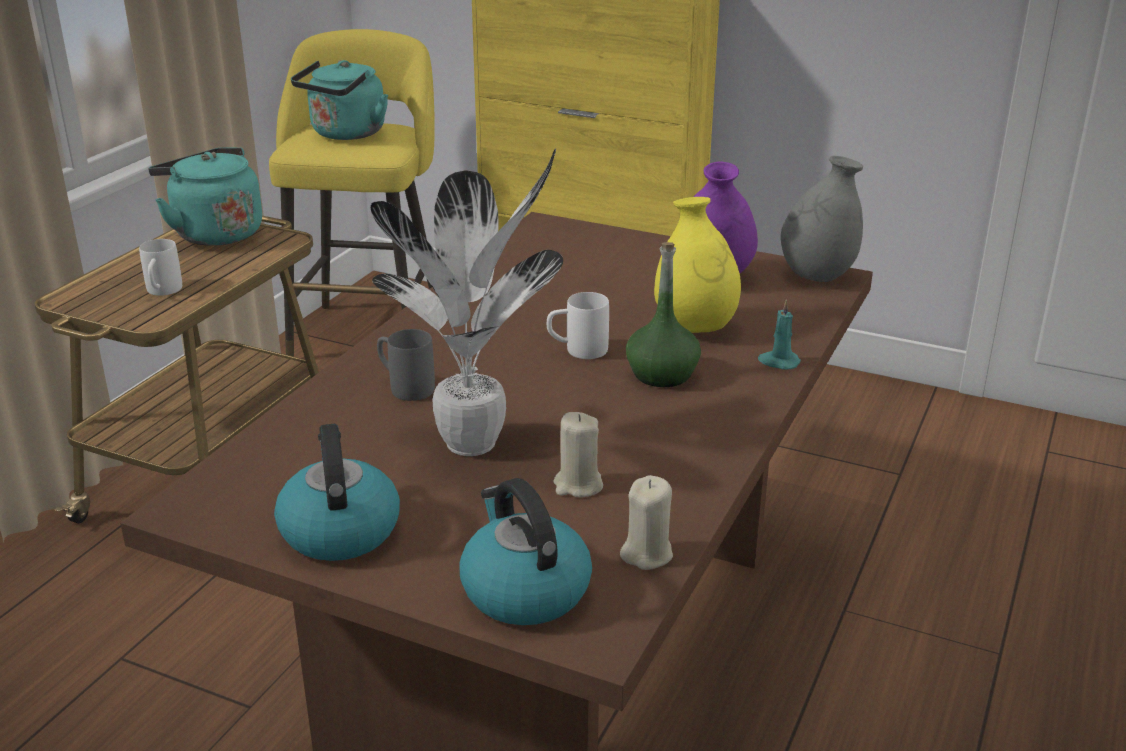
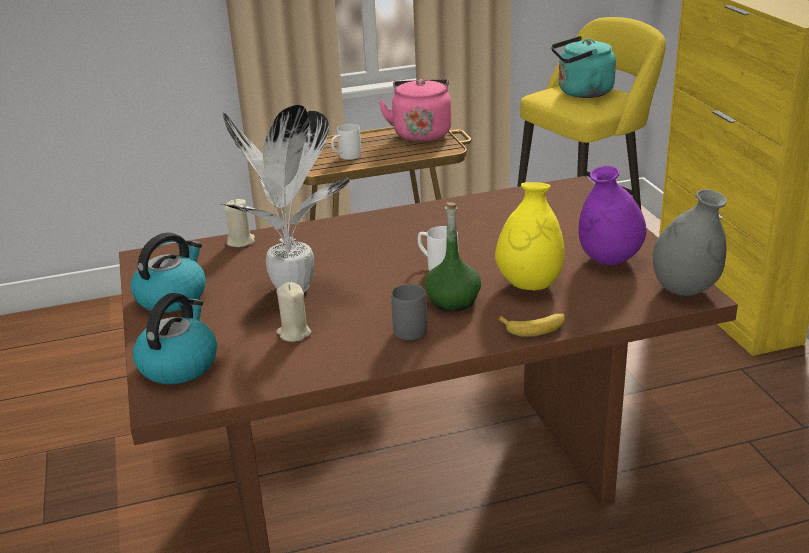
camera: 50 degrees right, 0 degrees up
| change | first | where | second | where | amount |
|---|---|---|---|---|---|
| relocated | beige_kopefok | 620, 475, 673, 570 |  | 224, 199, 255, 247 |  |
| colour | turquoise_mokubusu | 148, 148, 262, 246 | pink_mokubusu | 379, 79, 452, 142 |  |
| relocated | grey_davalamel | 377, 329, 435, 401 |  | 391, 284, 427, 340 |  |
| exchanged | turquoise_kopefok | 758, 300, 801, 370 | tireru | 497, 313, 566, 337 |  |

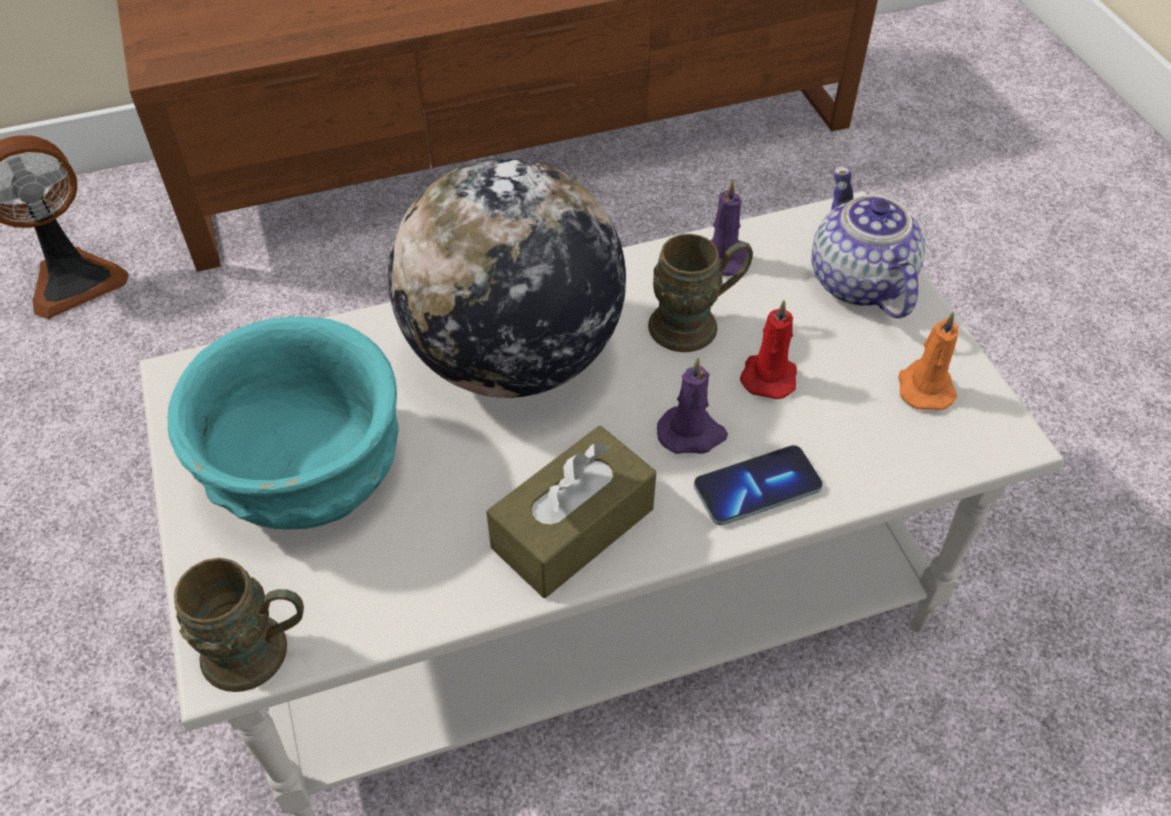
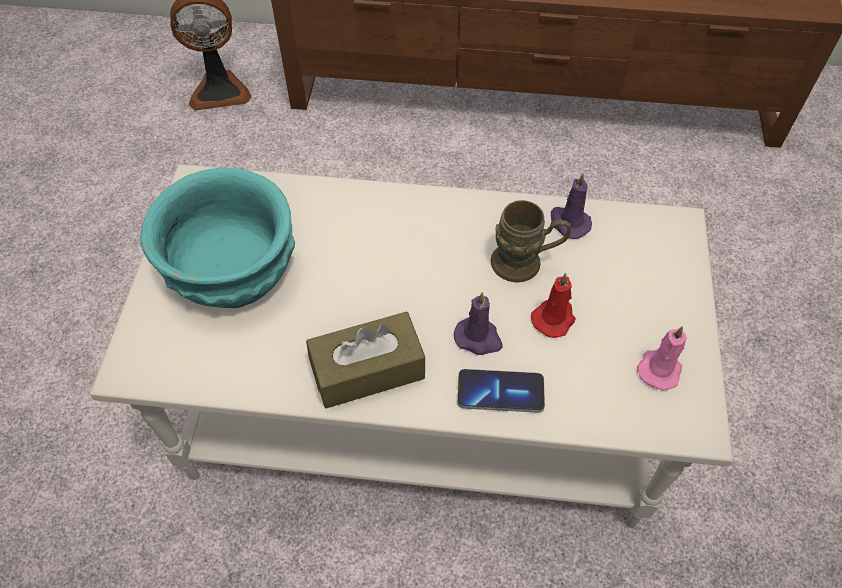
camera: 25 degrees right, 5 degrees up
| change | first | where | second | where | amount |
|---|---|---|---|---|---|
| colour | orange_kopefok | 898, 311, 959, 410 | pink_kopefok | 637, 326, 687, 390 |  |
| missing | brown_davalamel | 174, 558, 304, 692 |  |  |  |
| missing | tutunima | 388, 158, 626, 398 |  |  |  |
| missing | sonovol | 811, 166, 925, 318 |  |  |  |

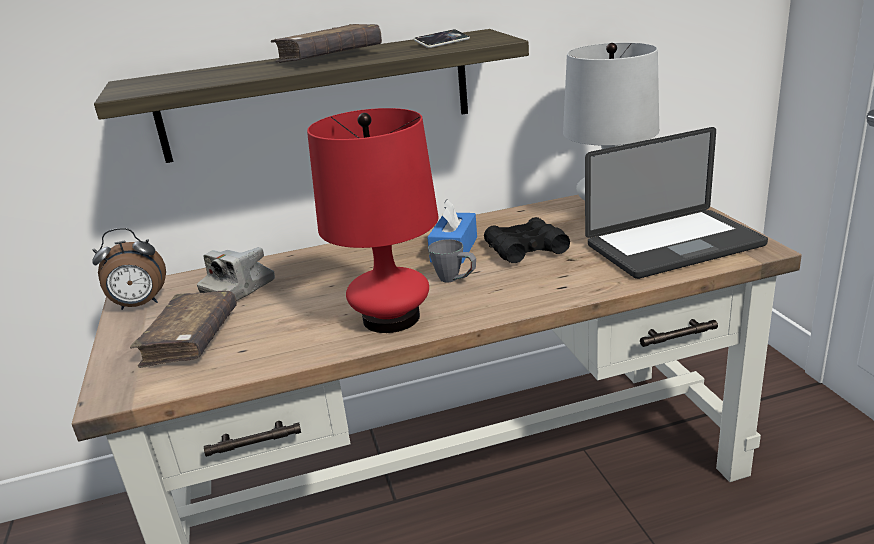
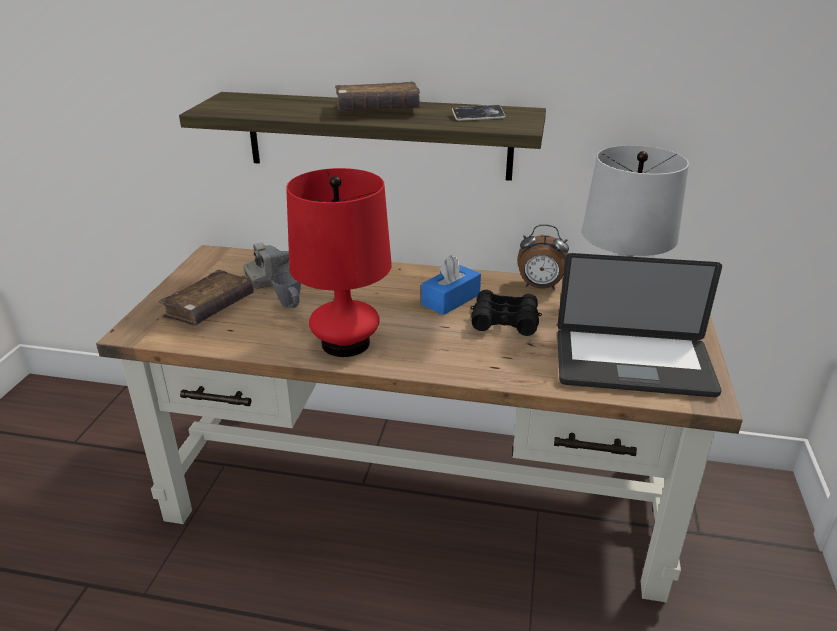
camera: 25 degrees right, 5 degrees up
| change | first | where | second | where | amount |
|---|---|---|---|---|---|
| relocated | grey_davalamel | 428, 239, 476, 282 |  | 272, 271, 301, 308 |  |
| relocated | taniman | 92, 228, 166, 310 |  | 517, 224, 569, 289 |  |

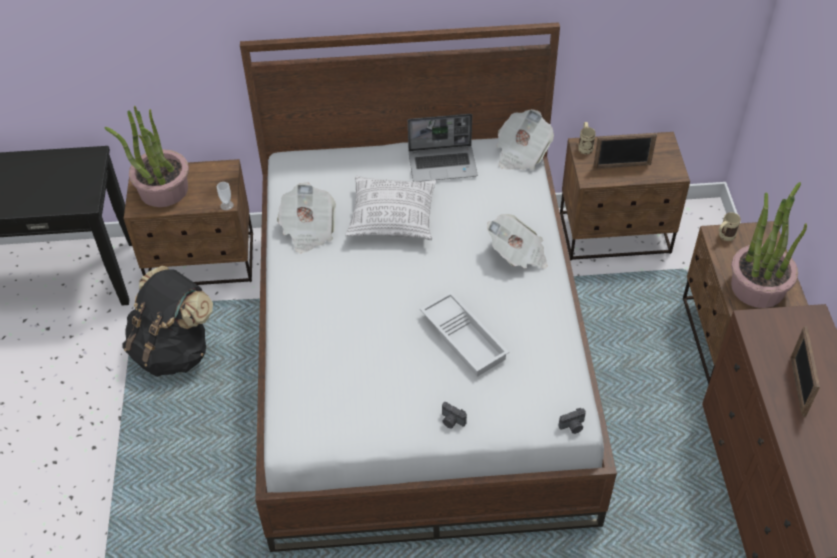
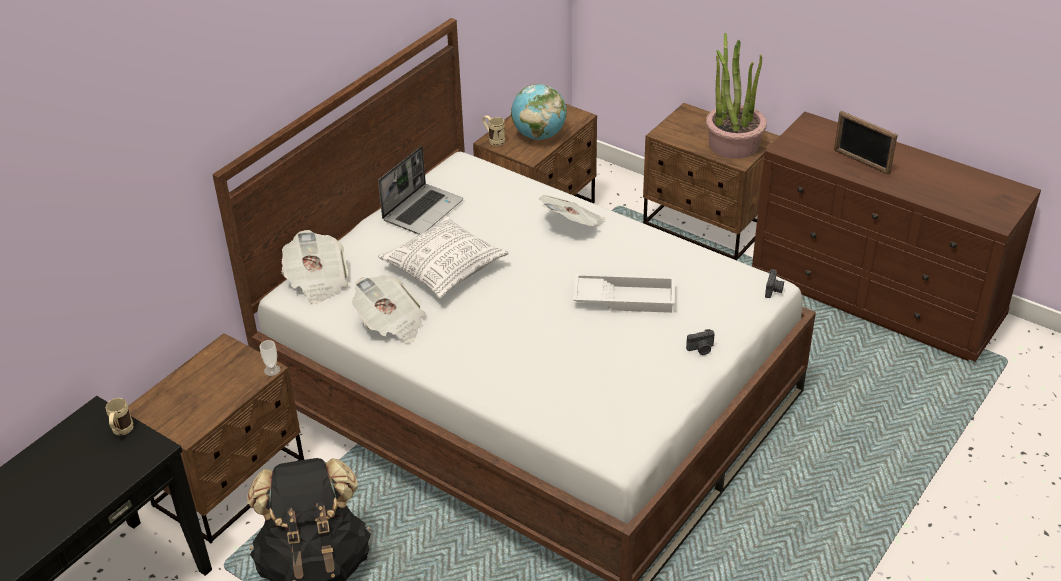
camera: 50 degrees left, 10 degrees down
| change | first | where | second | where | amount |
|---|---|---|---|---|---|
| relocated | beige_davalamel | 719, 212, 741, 241 |  | 106, 398, 133, 436 |  |
| relocated | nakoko | 496, 109, 554, 170 |  | 282, 230, 348, 304 |  |
| exchanged | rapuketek | 593, 133, 657, 169 | tutunima | 511, 84, 567, 140 |  |
| missing | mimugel | 104, 106, 189, 207 |  |  |  |

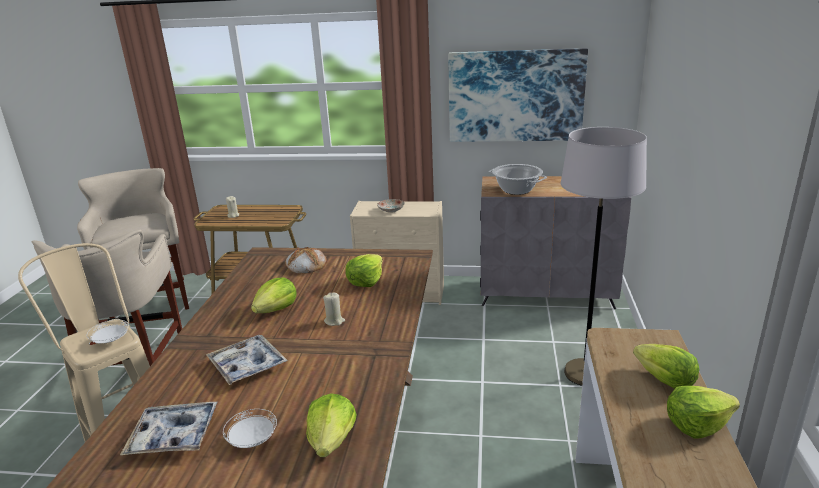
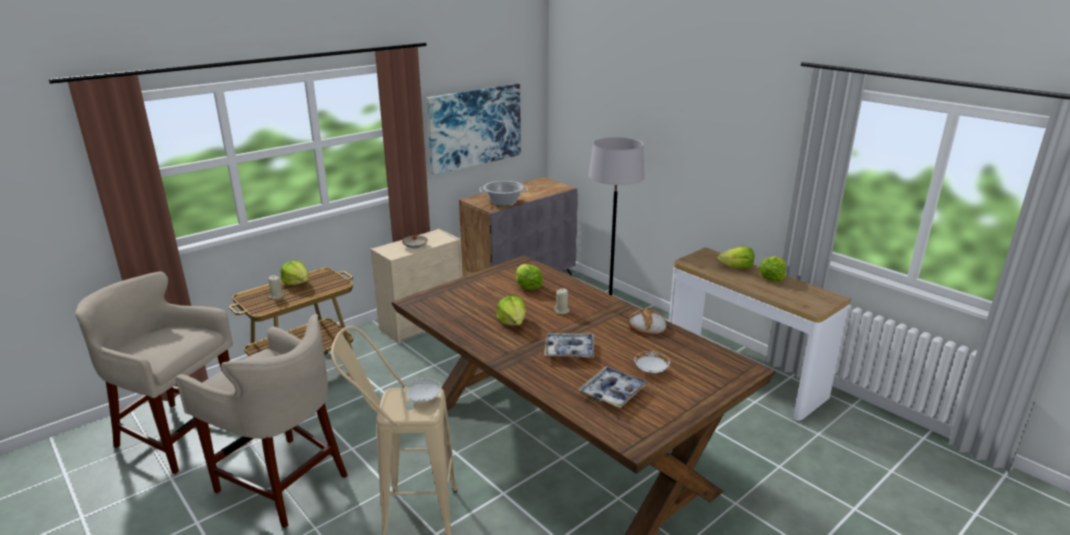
camera: 50 degrees left, 0 degrees up
| change | first | where | second | where | amount |
|---|---|---|---|---|---|
| relocated | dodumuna | 306, 393, 356, 457 |  | 280, 260, 308, 285 |  |
| relocated | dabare | 285, 247, 327, 274 |  | 629, 308, 667, 334 |  |

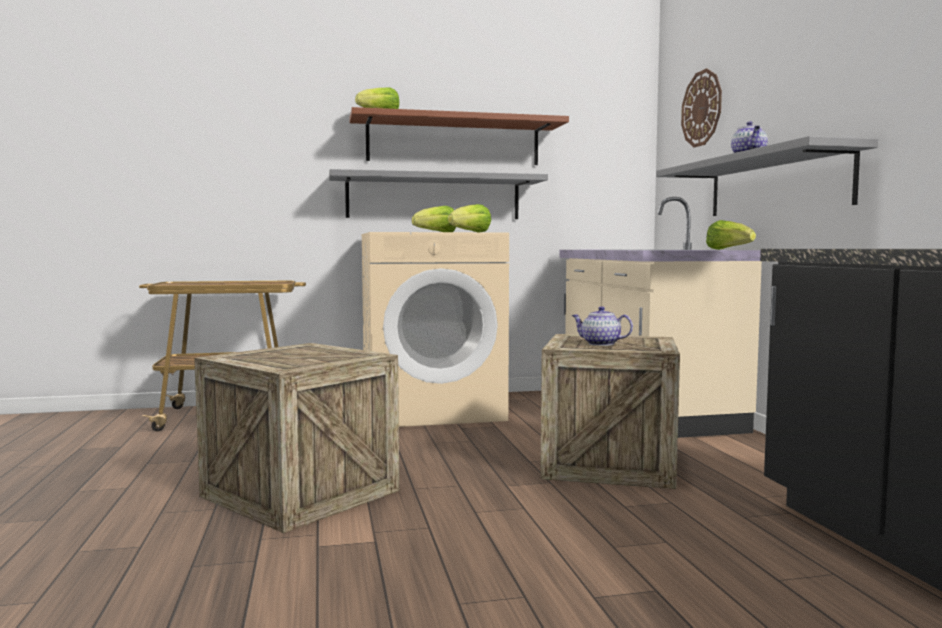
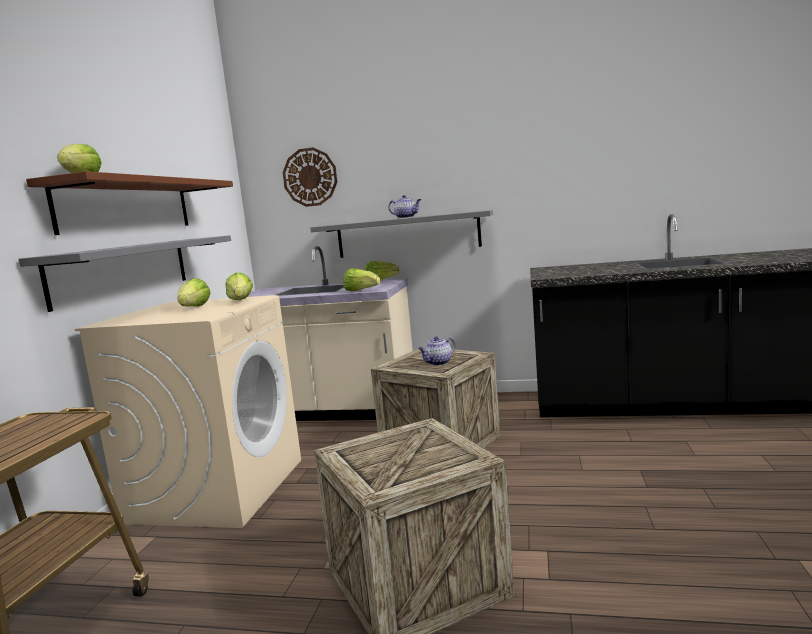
camera: 65 degrees left, 5 degrees up
| change | first | where | second | where | amount |
|---|---|---|---|---|---|
| appeared |  |  | dodumuna | 343, 268, 380, 291 |  |

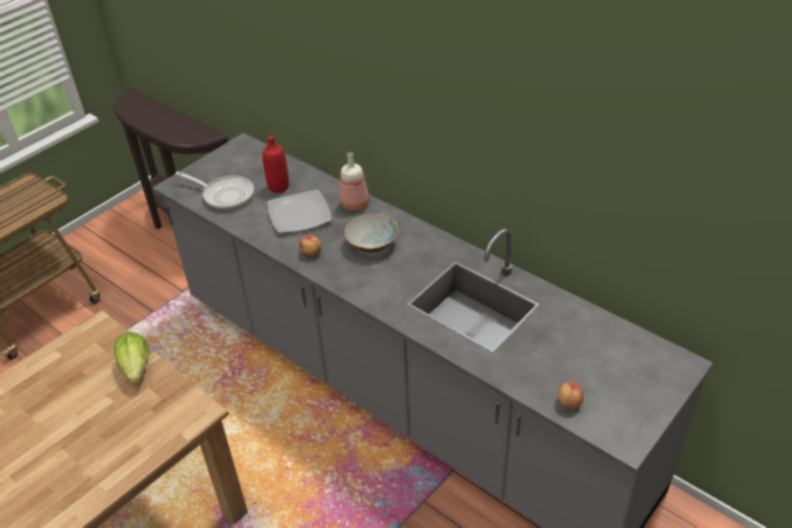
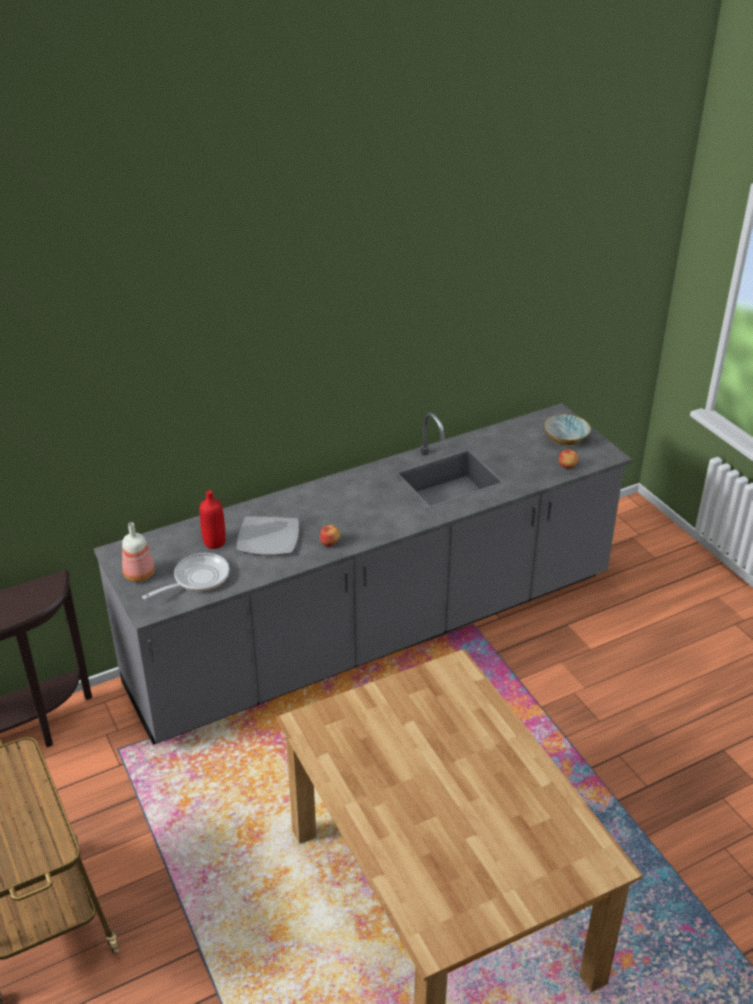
camera: 70 degrees left, 5 degrees down
| change | first | where | second | where | amount |
|---|---|---|---|---|---|
| relocated | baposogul | 339, 152, 369, 211 |  | 122, 522, 155, 582 |  |
| relocated | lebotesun | 344, 213, 399, 253 |  | 543, 414, 591, 445 |  |
| missing | dodumuna | 114, 332, 149, 383 |  |  |  |

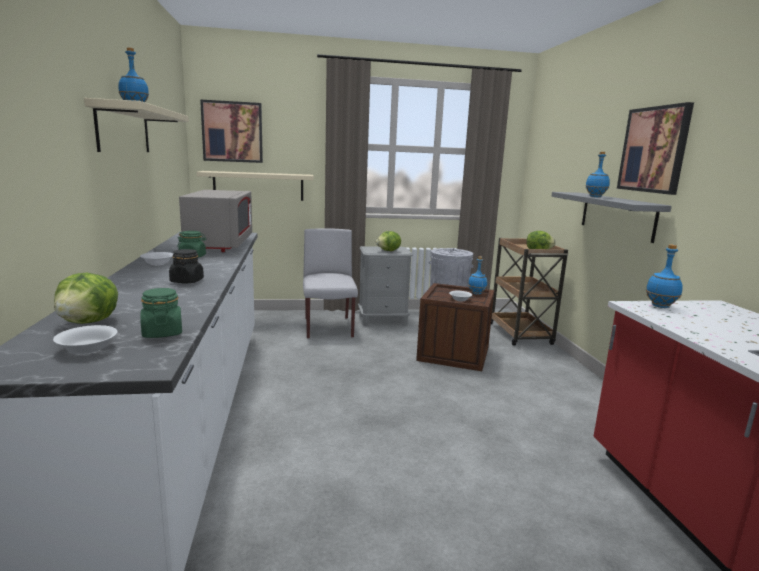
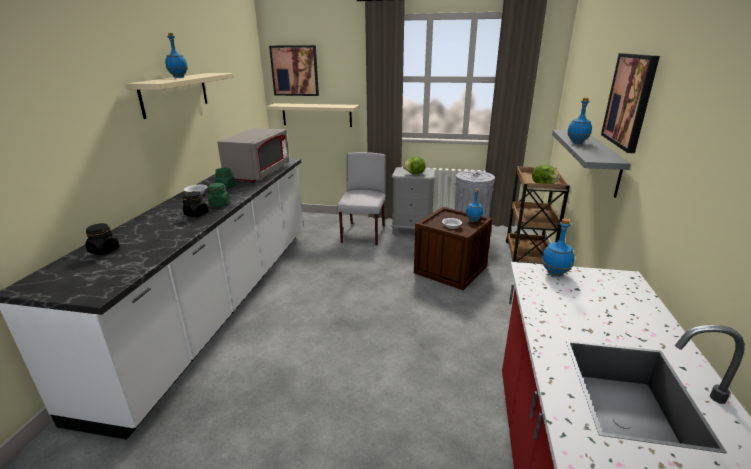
camera: 20 degrees right, 10 degrees up
| change | first | where | second | where | amount |
|---|---|---|---|---|---|
| exchanged | dodumuna | 54, 273, 118, 324 | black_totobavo | 85, 223, 120, 255 |  |
| relocated | green_totobavo | 140, 288, 182, 338 |  | 208, 183, 230, 207 |  |
| missing | white_lebotesun | 53, 325, 117, 354 |  |  |  |

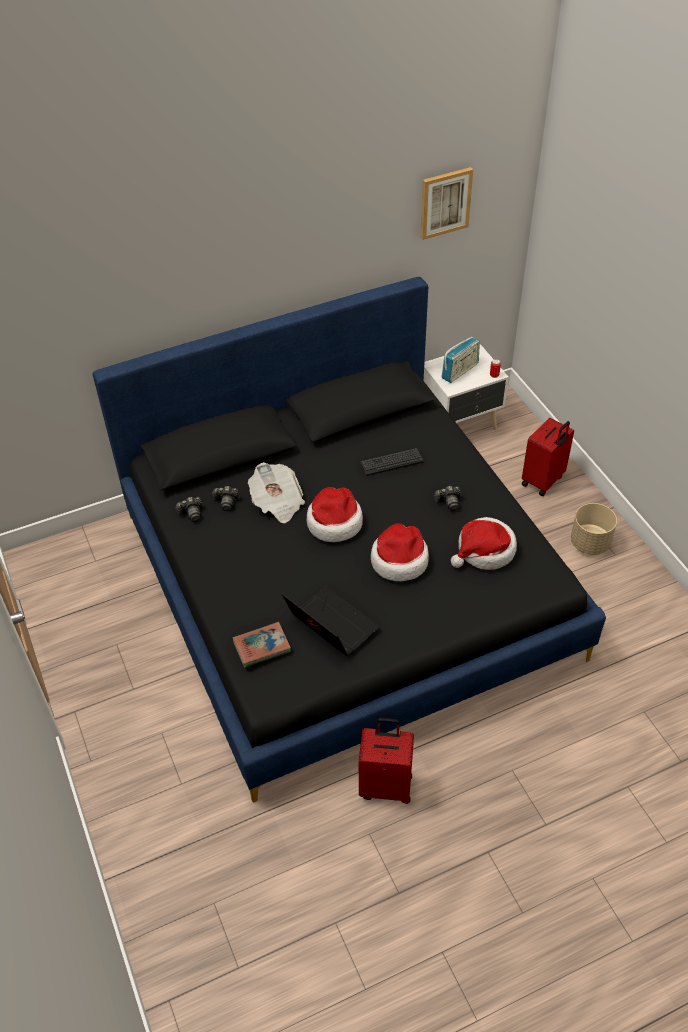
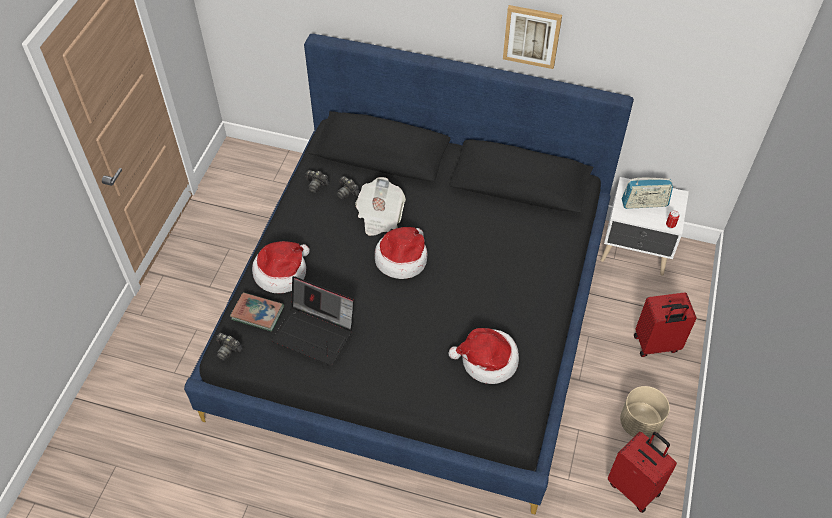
camera: 40 degrees right, 5 degrees up
| change | first | where | second | where | amount |
|---|---|---|---|---|---|
| relocated | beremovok | 434, 486, 461, 511 |  | 216, 333, 243, 361 |  |
| relocated | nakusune | 371, 523, 429, 581 |  | 252, 241, 309, 293 |  |
| spun | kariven | 282, 587, 379, 656 |  | 271, 276, 355, 365 | 120 degrees clockwise |
| relocated | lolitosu | 420, 167, 473, 240 |  | 503, 5, 562, 69 |  |
| relocated | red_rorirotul | 359, 718, 414, 804 |  | 608, 432, 677, 513 |  |
| missing | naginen | 361, 448, 423, 476 |  |  |  |

